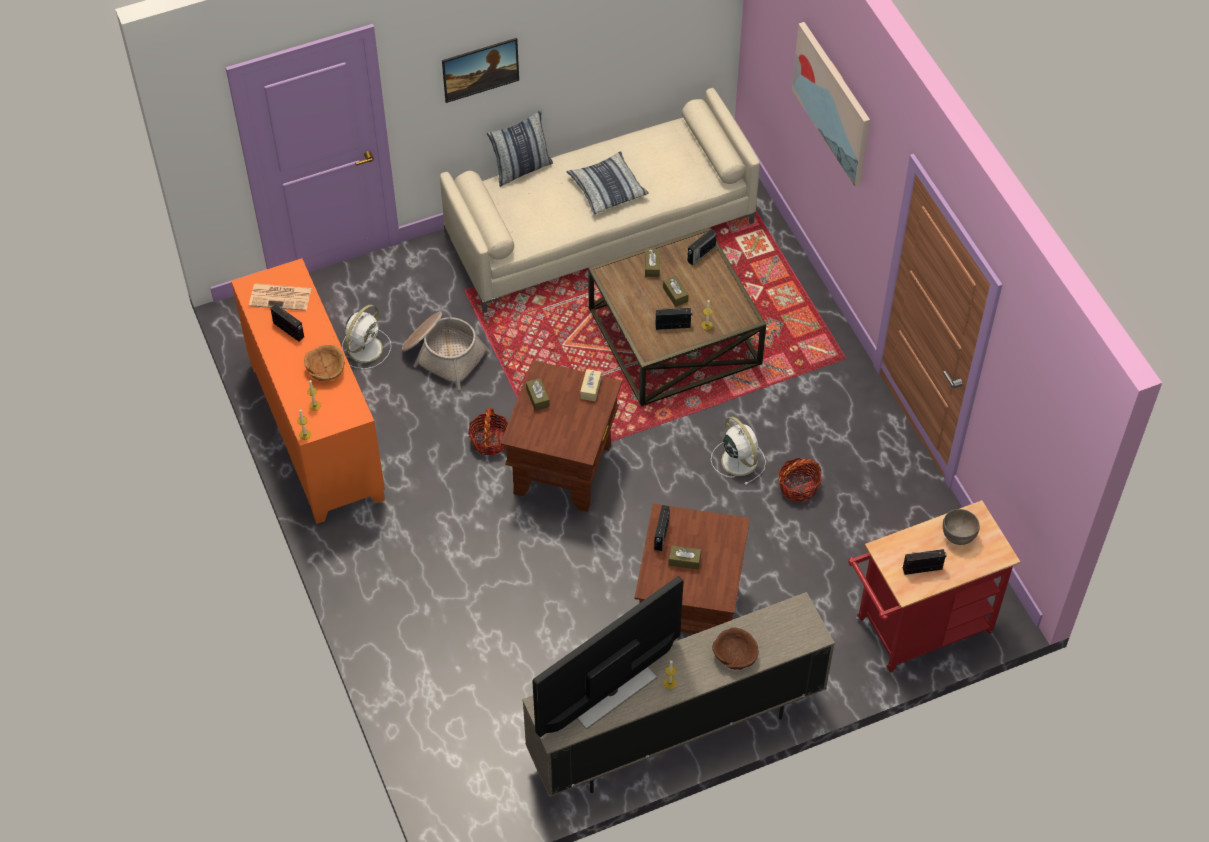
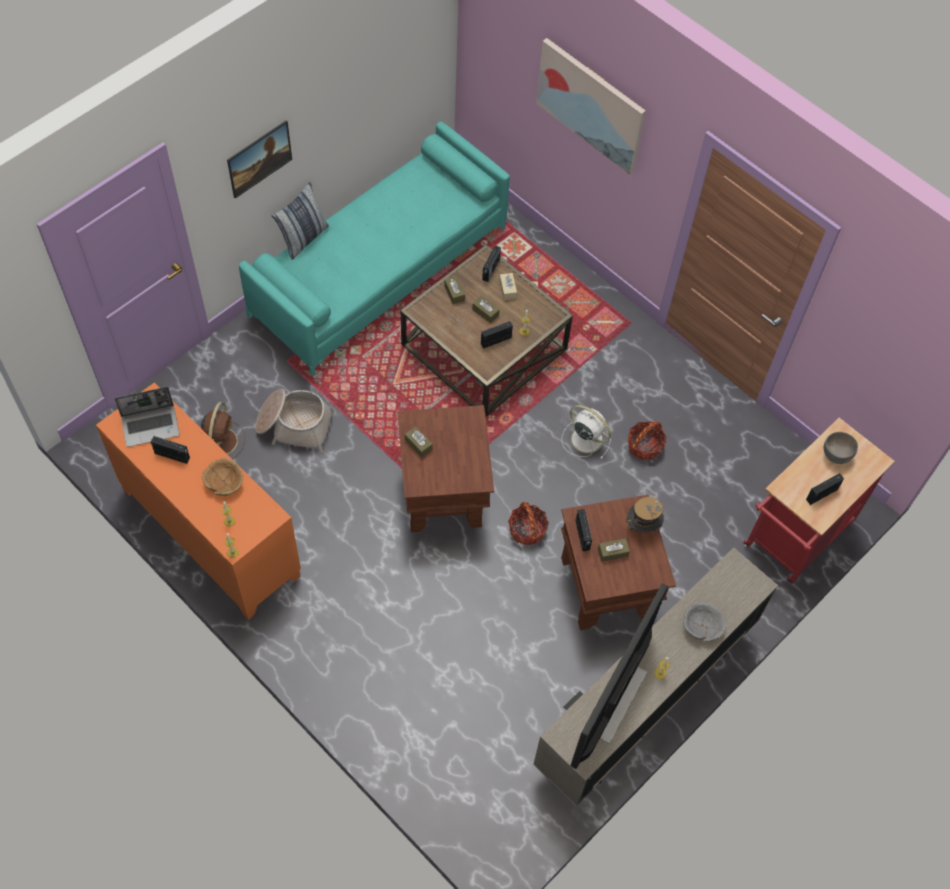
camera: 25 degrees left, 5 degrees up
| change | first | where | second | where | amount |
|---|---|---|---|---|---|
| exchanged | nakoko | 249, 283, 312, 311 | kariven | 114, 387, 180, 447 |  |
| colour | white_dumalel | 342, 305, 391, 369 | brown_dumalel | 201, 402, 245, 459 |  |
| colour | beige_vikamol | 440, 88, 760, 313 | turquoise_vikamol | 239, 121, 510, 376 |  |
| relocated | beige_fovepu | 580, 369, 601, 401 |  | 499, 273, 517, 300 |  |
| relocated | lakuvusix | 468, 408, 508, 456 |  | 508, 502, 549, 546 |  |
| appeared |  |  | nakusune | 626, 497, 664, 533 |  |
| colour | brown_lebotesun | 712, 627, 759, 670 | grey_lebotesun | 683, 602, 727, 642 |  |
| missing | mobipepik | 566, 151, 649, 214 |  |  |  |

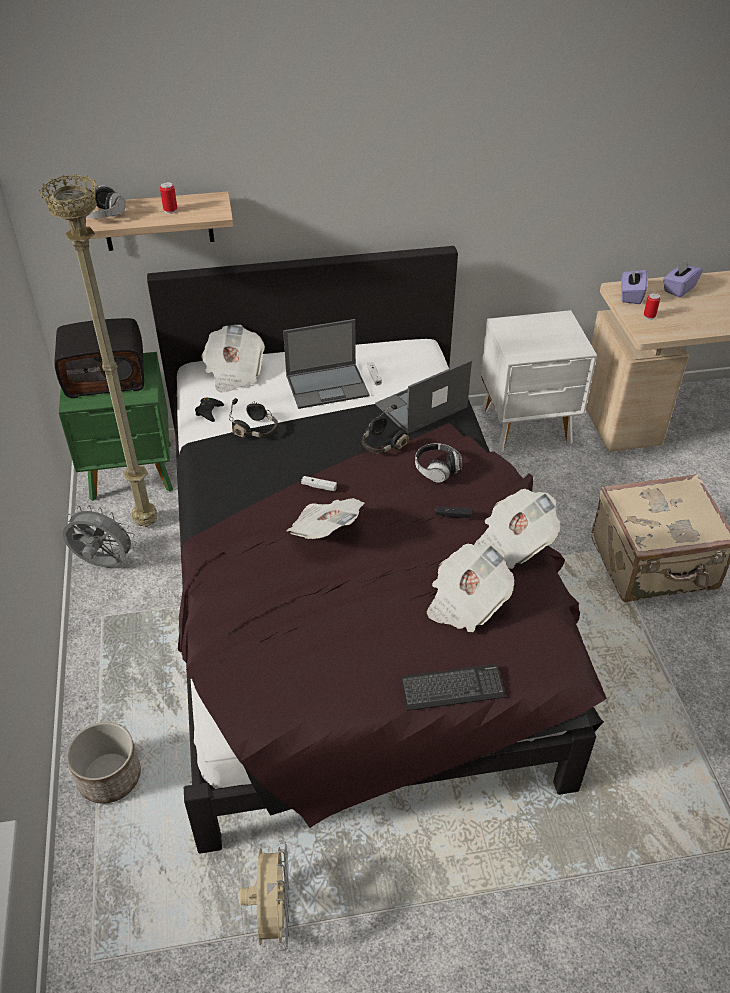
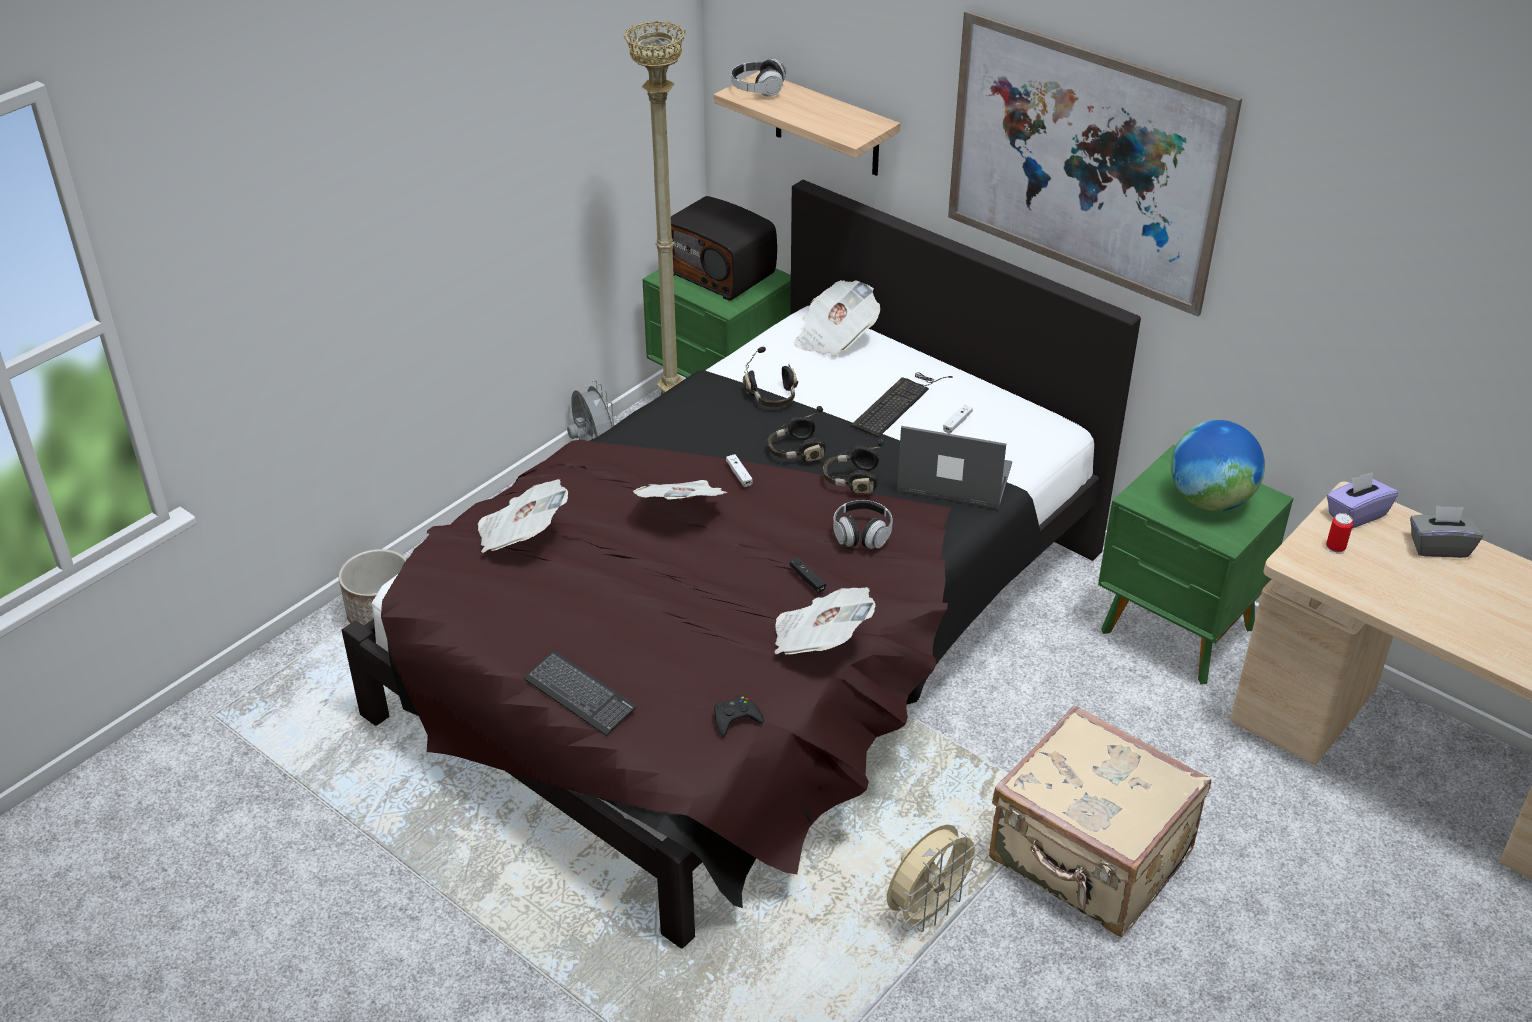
camera: 50 degrees right, 5 degrees down
| change | first | where | second | where | amount |
|---|---|---|---|---|---|
| relocated | nakoko | 427, 543, 514, 632 |  | 478, 479, 568, 553 |  |
| relocated | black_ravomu | 195, 397, 224, 422 |  | 714, 695, 764, 737 |  |
| appeared |  |  | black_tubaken | 768, 406, 826, 462 |  |
| exchanged | kariven | 283, 319, 370, 409 | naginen | 851, 372, 953, 437 |  |
| relocated | beige_dumalel | 240, 840, 290, 951 |  | 887, 824, 984, 932 |  |
| appeared |  |  | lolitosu | 948, 10, 1242, 317 |  |
| colour | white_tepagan | 481, 310, 597, 453 | green_tepagan | 1098, 445, 1293, 684 |  |
| appeared |  |  | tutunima | 1171, 420, 1265, 511 |  |
| colour | purple_fovepu | 663, 259, 703, 298 | grey_fovepu | 1410, 505, 1483, 558 |  |
| missing | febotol | 160, 182, 177, 214 |  |  |  |

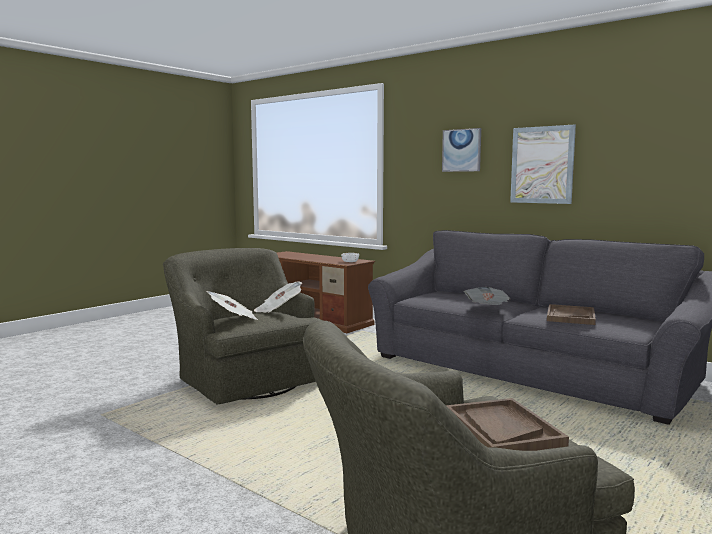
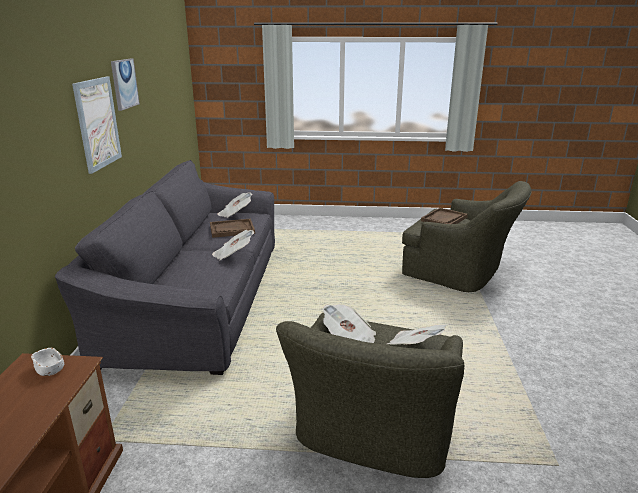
camera: 125 degrees left, 15 degrees up
| change | first | where | second | where | amount |
|---|---|---|---|---|---|
| relocated | lolitosu | 442, 128, 481, 172 |  | 111, 58, 140, 111 |  |
| appeared |  |  | nakoko | 217, 192, 252, 218 |  |

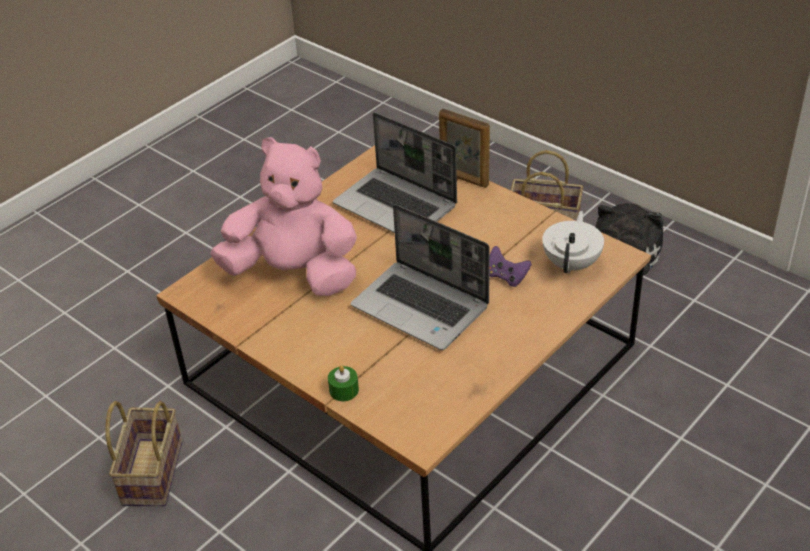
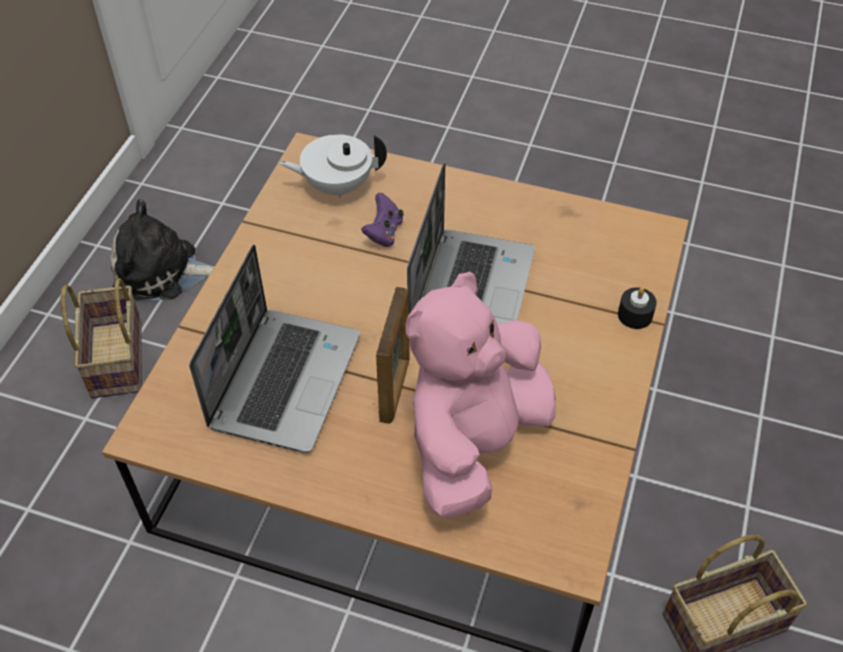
camera: 115 degrees left, 10 degrees up
| change | first | where | second | where | amount |
|---|---|---|---|---|---|
| relocated | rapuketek | 439, 109, 490, 188 |  | 376, 287, 410, 424 |  |
| spun | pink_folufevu | 210, 137, 357, 296 |  | 405, 272, 556, 519 | 45 degrees clockwise |
| colour | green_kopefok | 328, 365, 359, 401 | black_kopefok | 618, 287, 657, 329 |  |

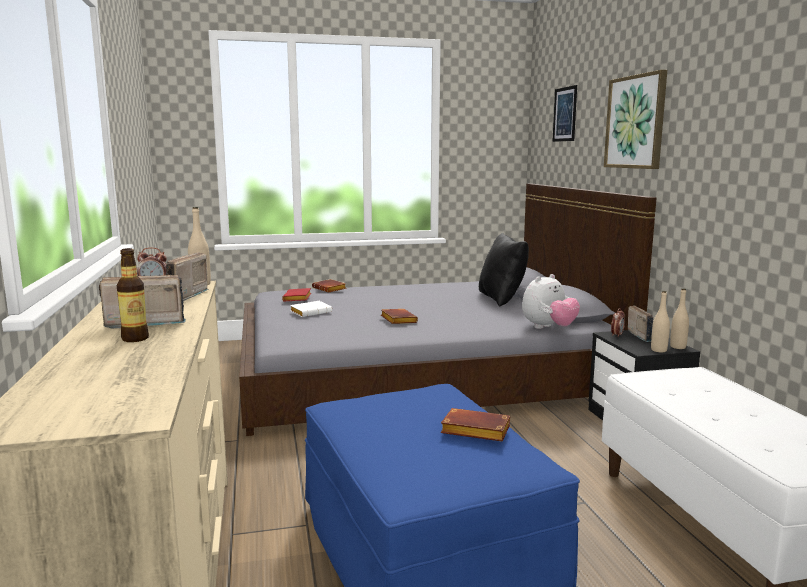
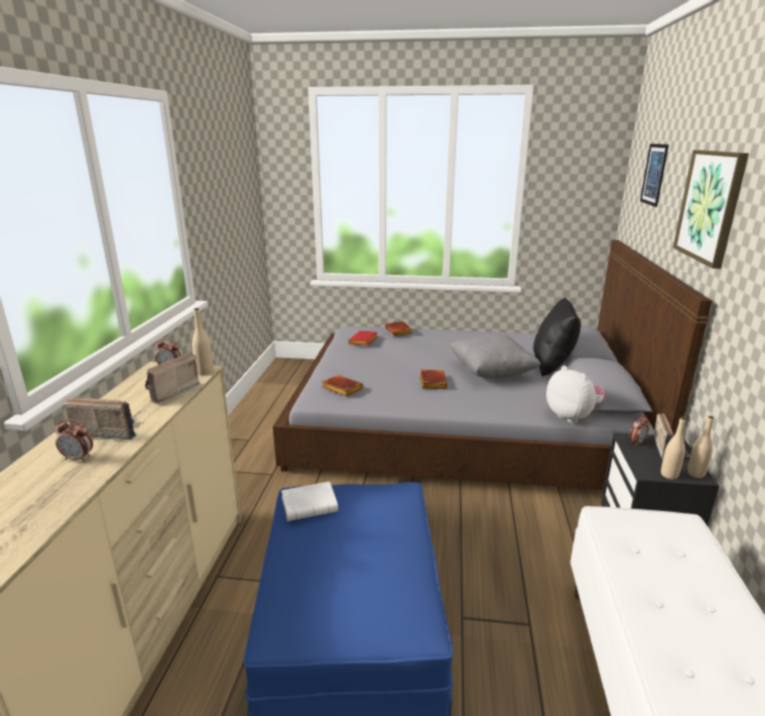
camera: 20 degrees right, 10 degrees up
| change | first | where | second | where | amount |
|---|---|---|---|---|---|
| exchanged | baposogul | 117, 248, 149, 342 | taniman | 55, 419, 93, 462 |  |
| relocated | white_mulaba | 290, 301, 332, 317 |  | 281, 481, 338, 521 |  |
| relocated | brown_mulaba | 441, 408, 510, 441 |  | 321, 375, 363, 396 |  |
| appeared |  |  | grey_mobipepik | 449, 335, 541, 378 |  |
| spun | folufevu | 522, 274, 580, 329 |  | 546, 366, 605, 423 | 105 degrees counterclockwise |

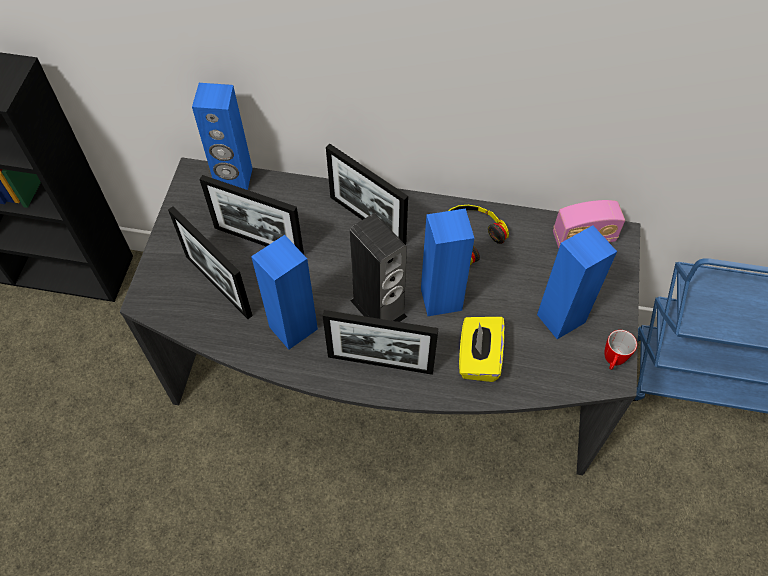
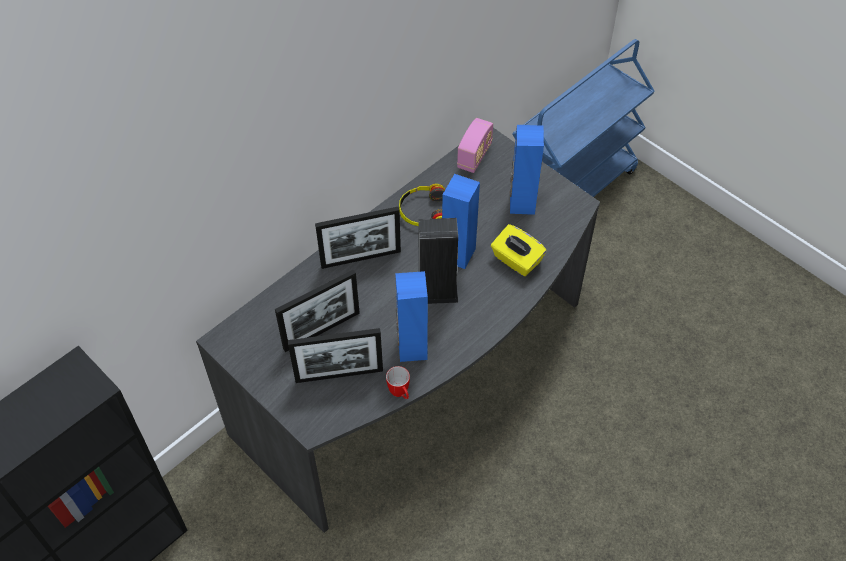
camera: 55 degrees left, 5 degrees down
| change | first | where | second | where | amount |
|---|---|---|---|---|---|
| relocated | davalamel | 604, 330, 637, 370 |  | 386, 366, 410, 399 |  |
| missing | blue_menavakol | 192, 83, 253, 190 |  |  |  |
| missing | rapuketek | 323, 310, 439, 375 |  |  |  |

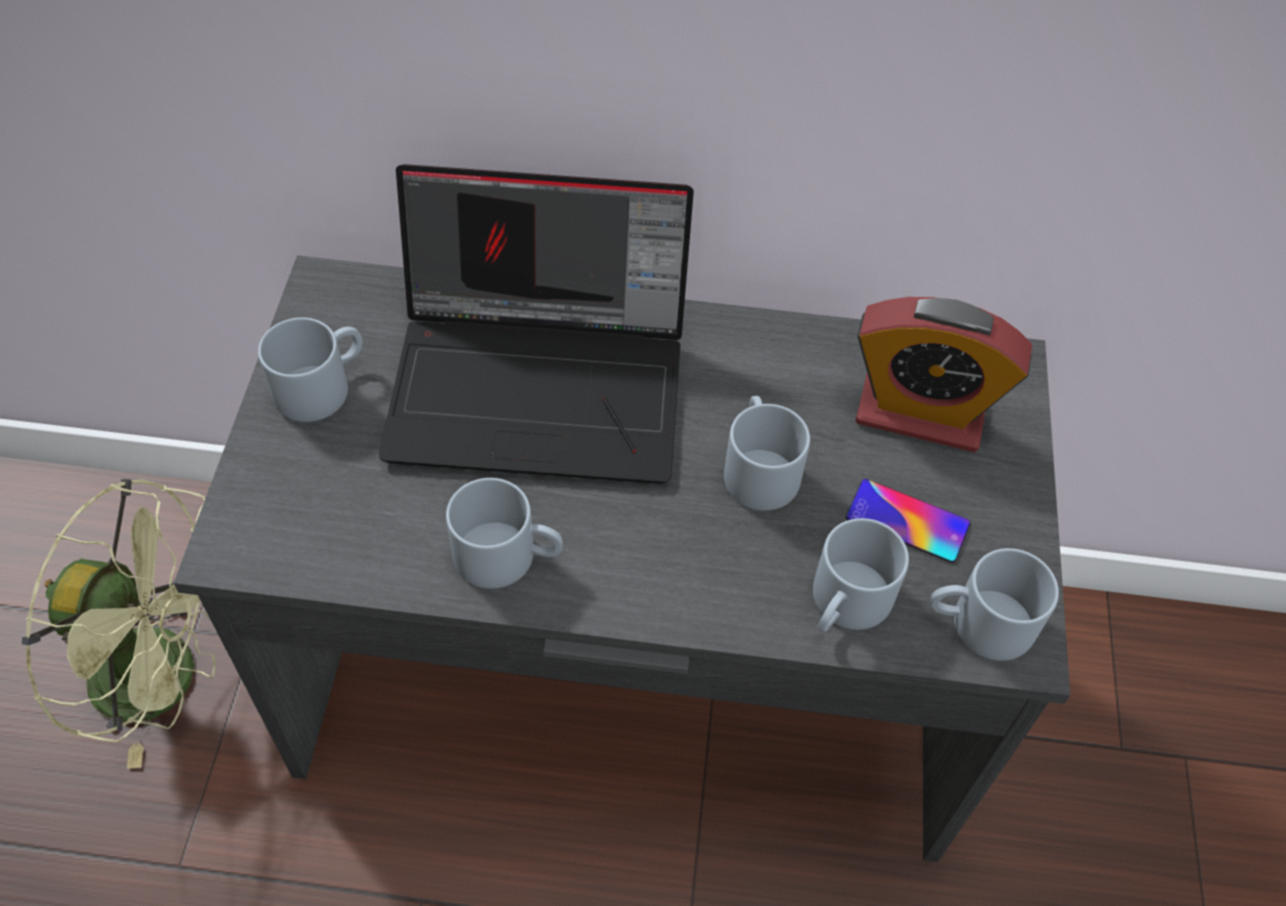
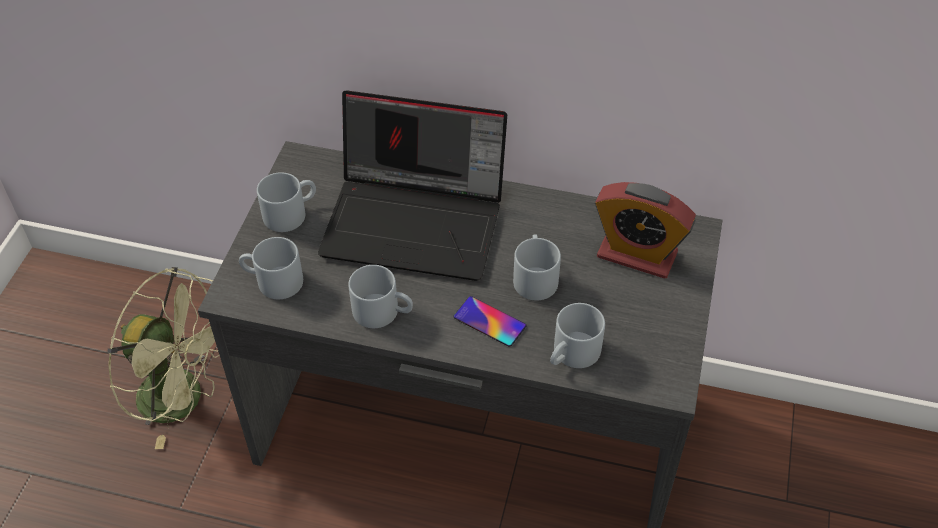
camera: 10 degrees right, 5 degrees down
| change | first | where | second | where | amount |
|---|---|---|---|---|---|
| relocated | grey_davalamel | 930, 548, 1059, 661 |  | 239, 237, 303, 299 |  |
| relocated | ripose | 846, 479, 970, 563 |  | 454, 296, 526, 347 |  |

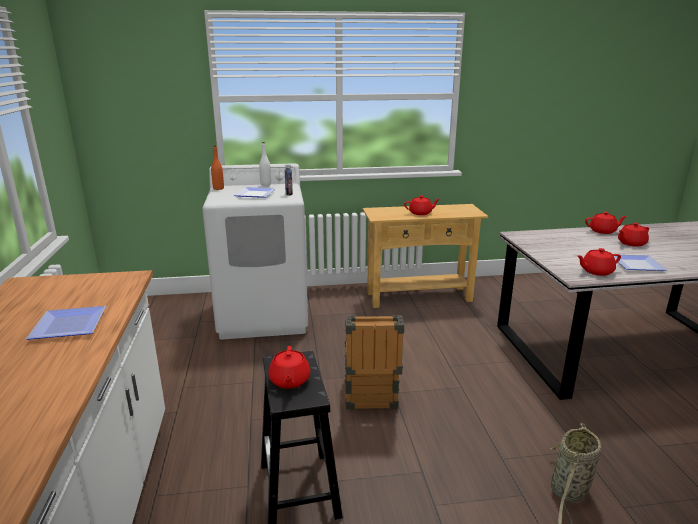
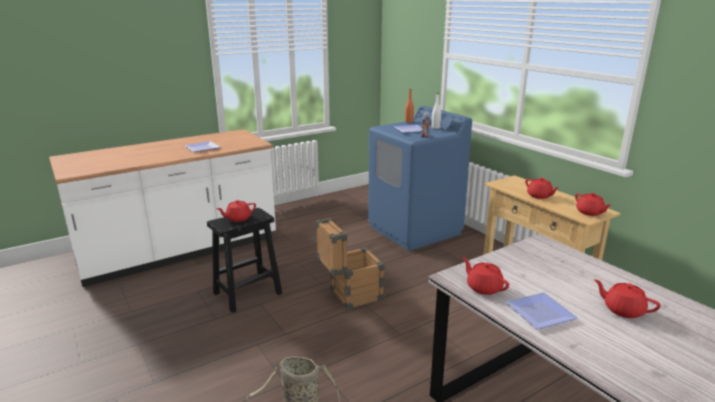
camera: 65 degrees right, 0 degrees up
| change | first | where | second | where | amount |
|---|---|---|---|---|---|
| colour | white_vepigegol | 202, 163, 308, 339 | blue_vepigegol | 368, 106, 472, 251 |  |
| relocated | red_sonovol | 585, 212, 627, 234 |  | 575, 193, 612, 216 |  |

